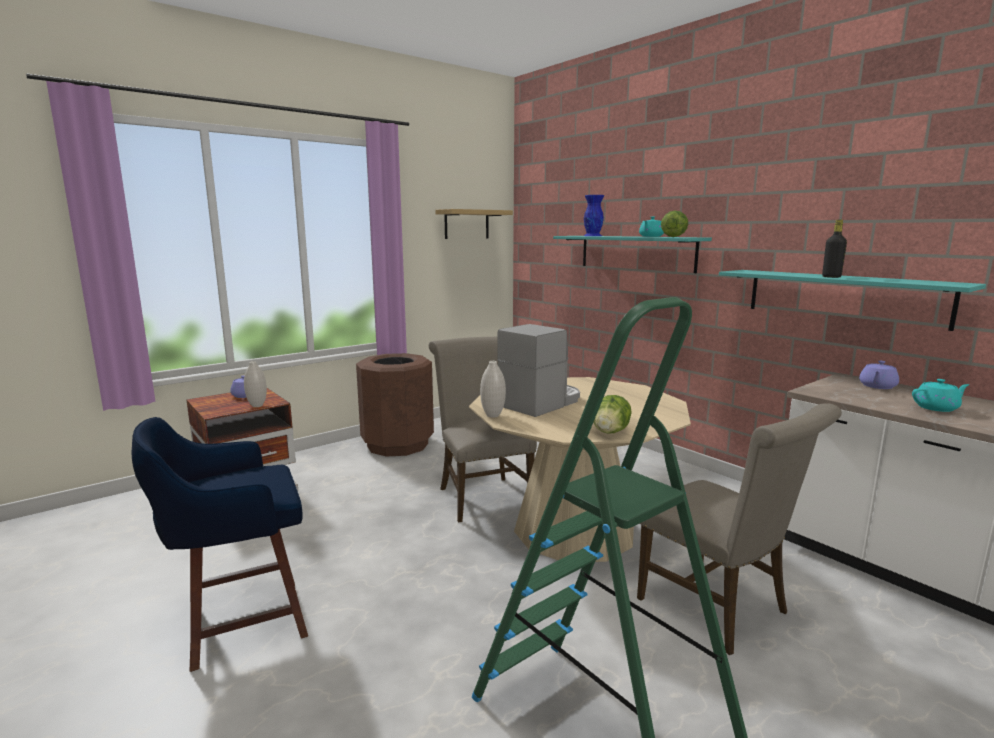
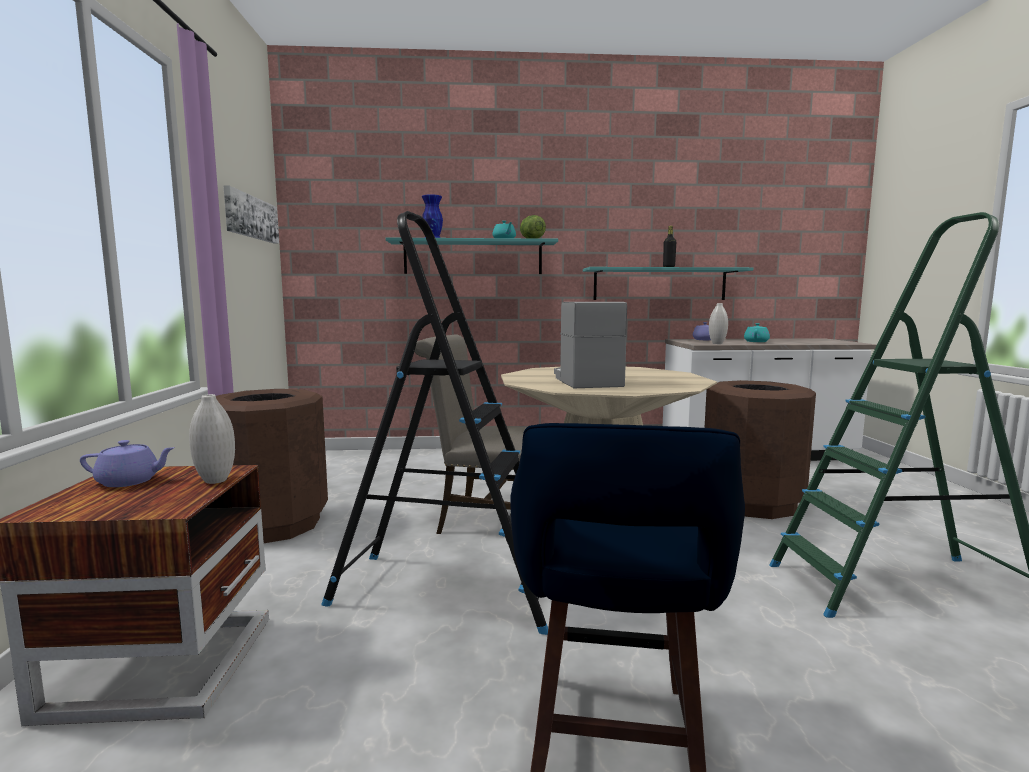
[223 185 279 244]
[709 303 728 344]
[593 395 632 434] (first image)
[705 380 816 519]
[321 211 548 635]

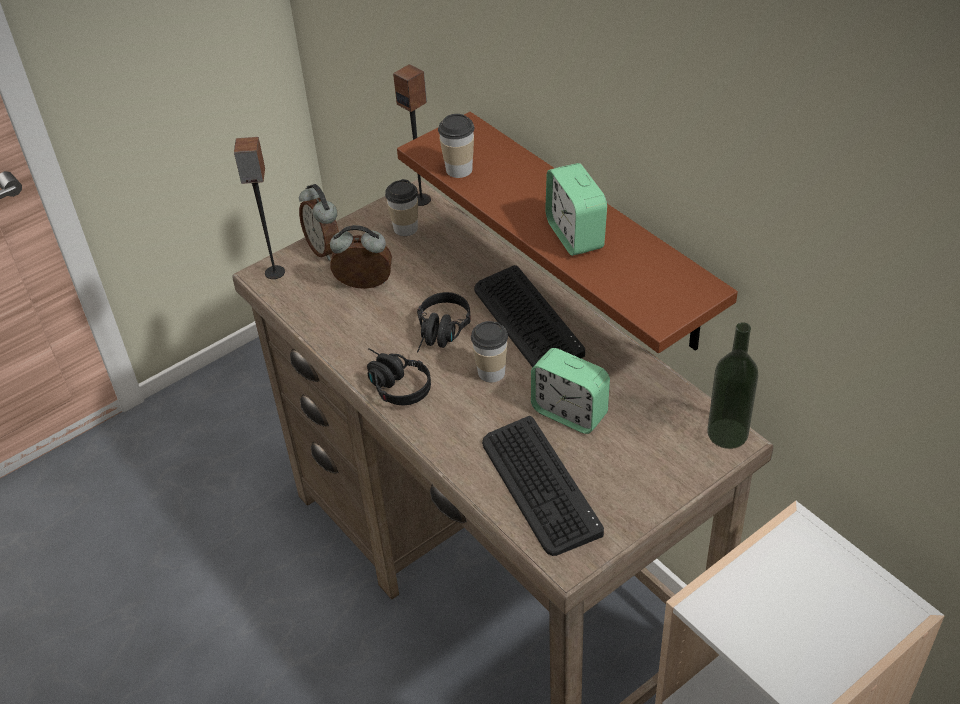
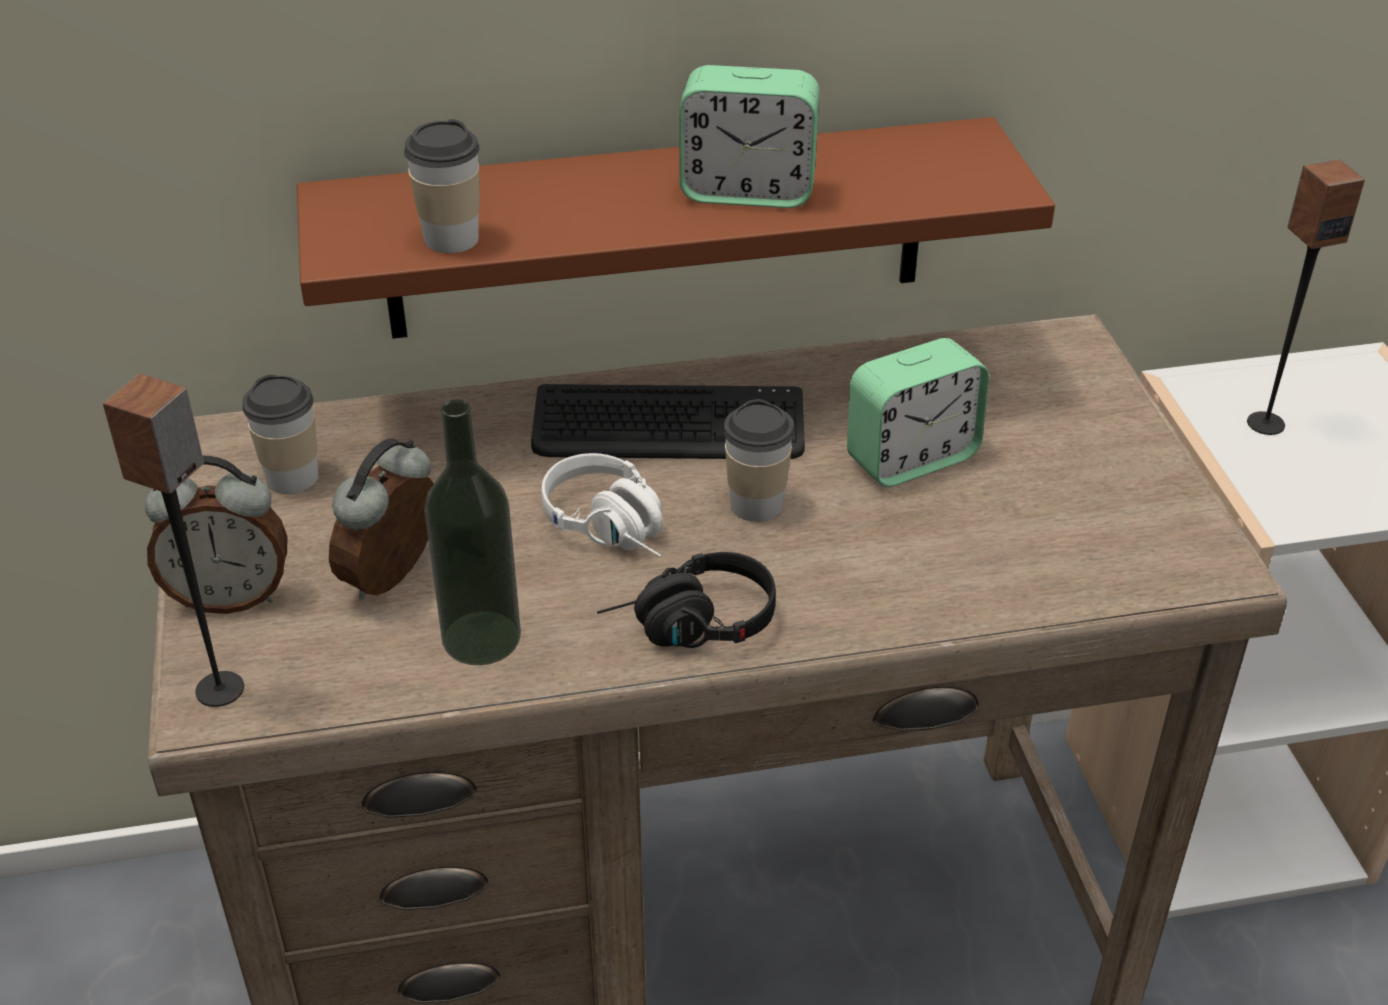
[1247 159 1365 435]
[541 453 663 557]
[482 416 604 556] (first image)
[424 399 521 665]

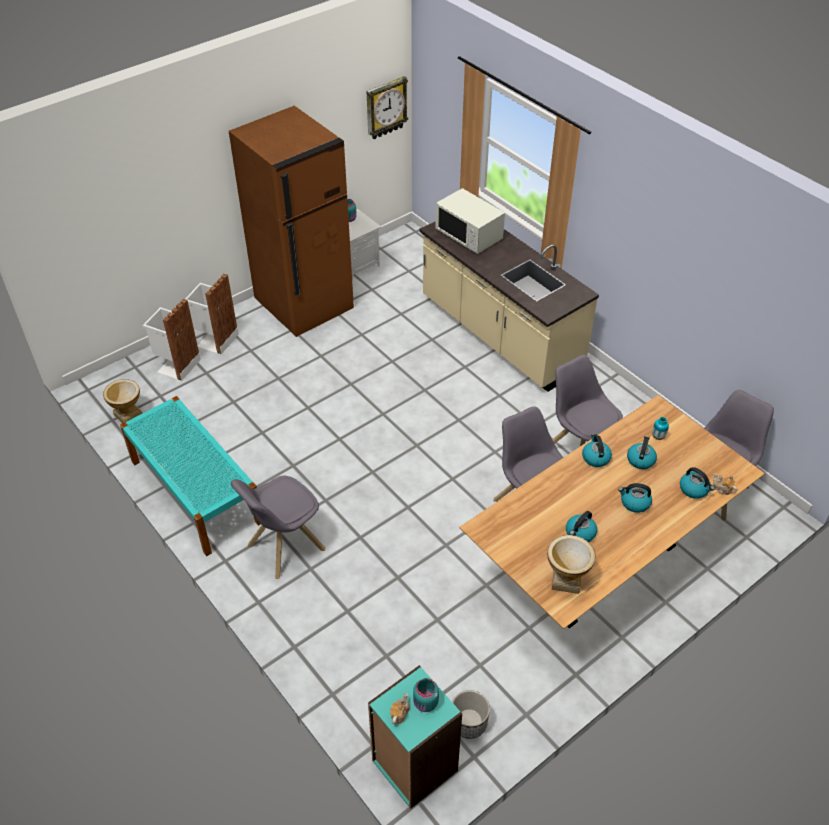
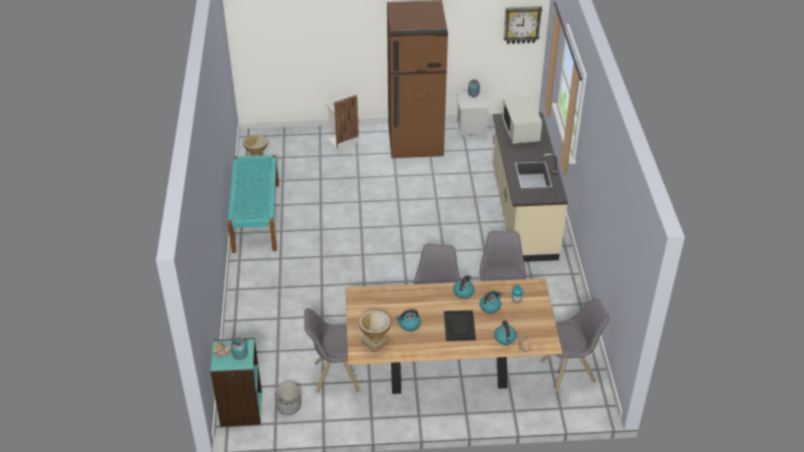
[143 299 201 381] (first image)
[304 308 360 394]
[444 310 476 341]

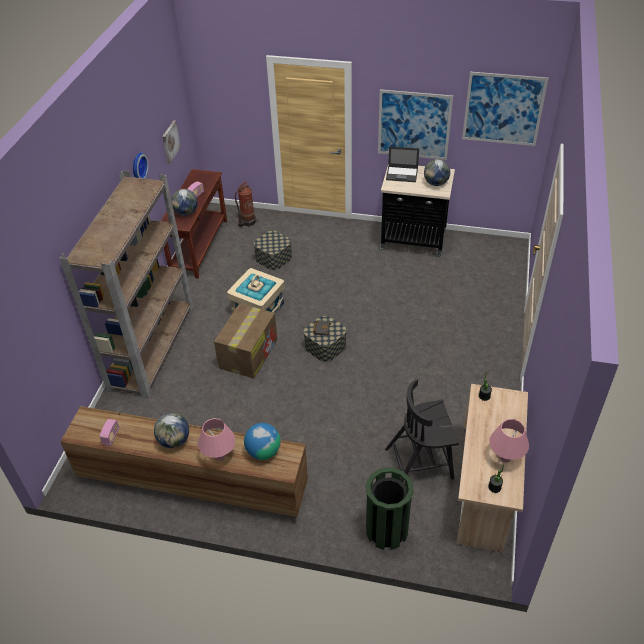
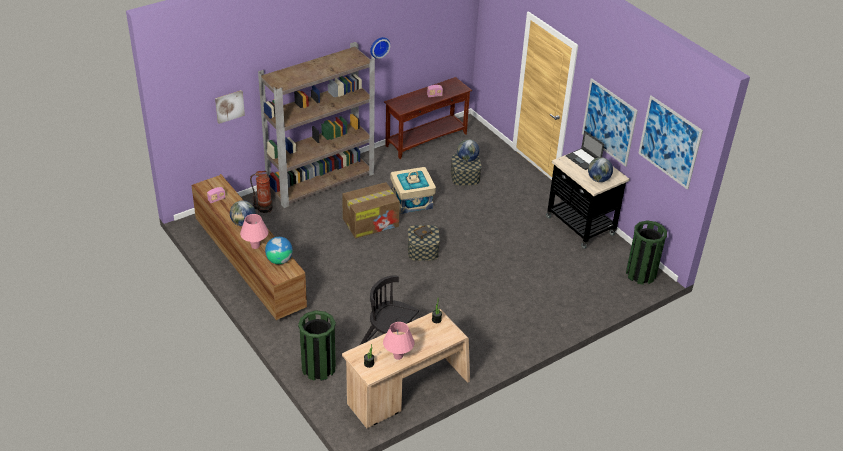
[215 90 245 124]
[457 139 479 162]
[250 171 273 213]
[626 220 667 285]

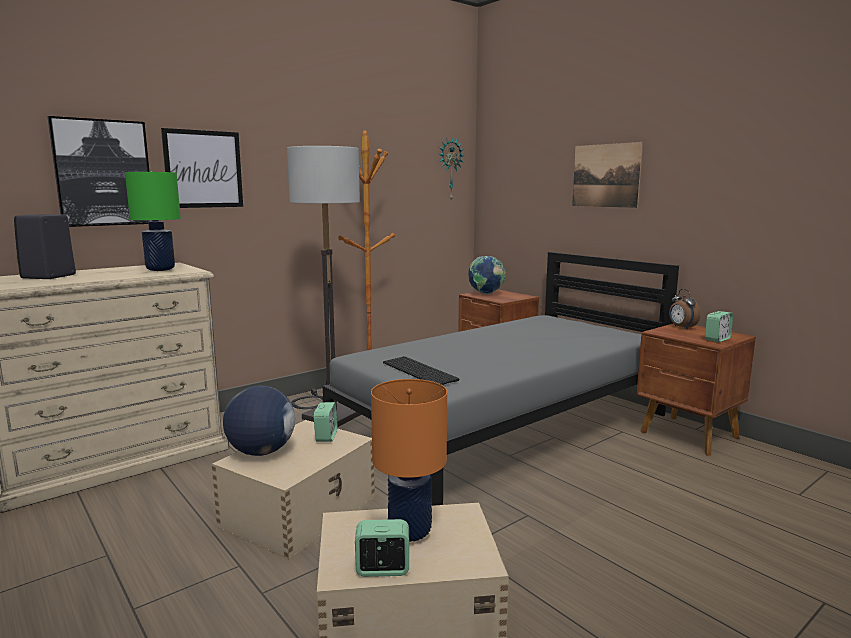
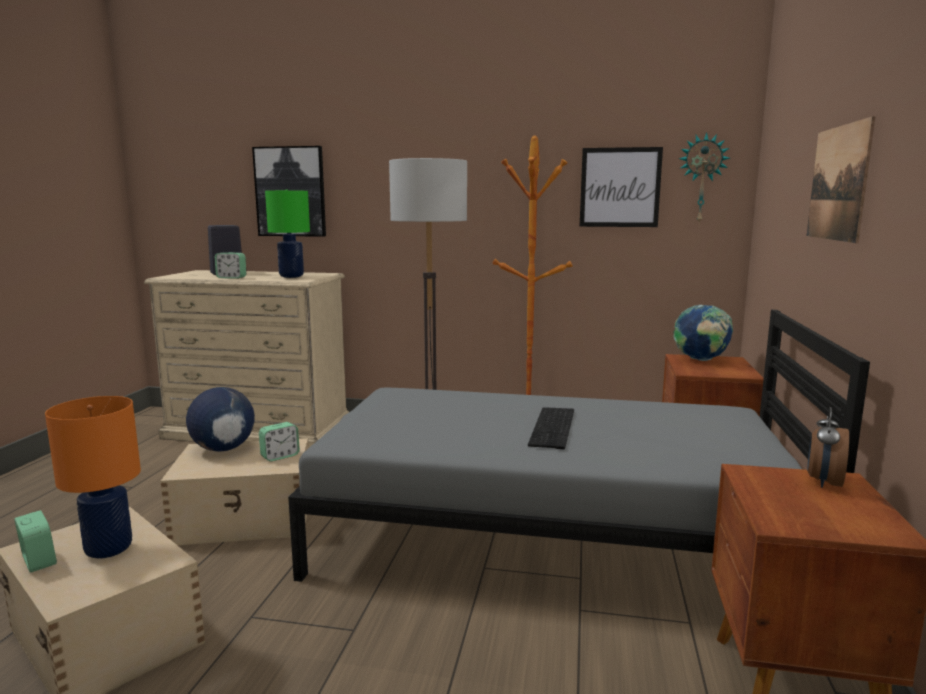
[579 147 663 227]
[528 407 574 449]
[215 252 246 279]

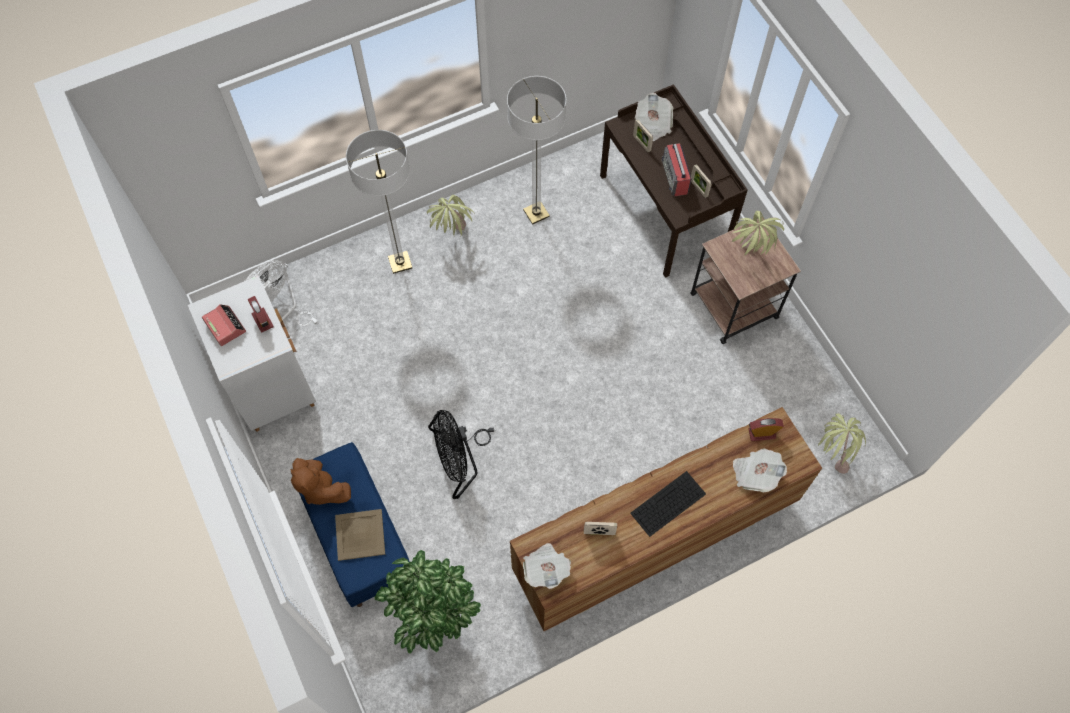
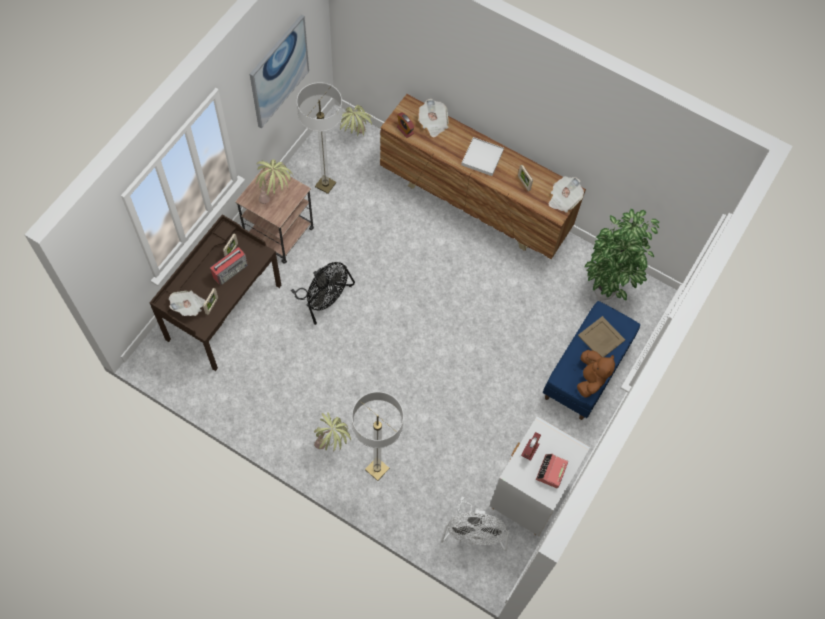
[291 262 355 325]
[297 82 343 194]
[461 137 504 176]
[250 14 309 128]

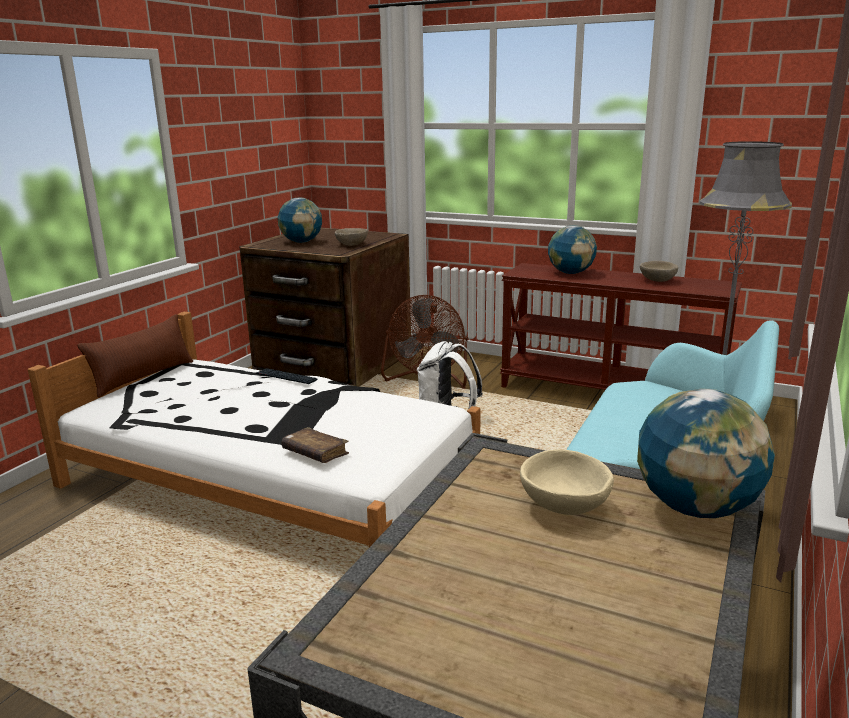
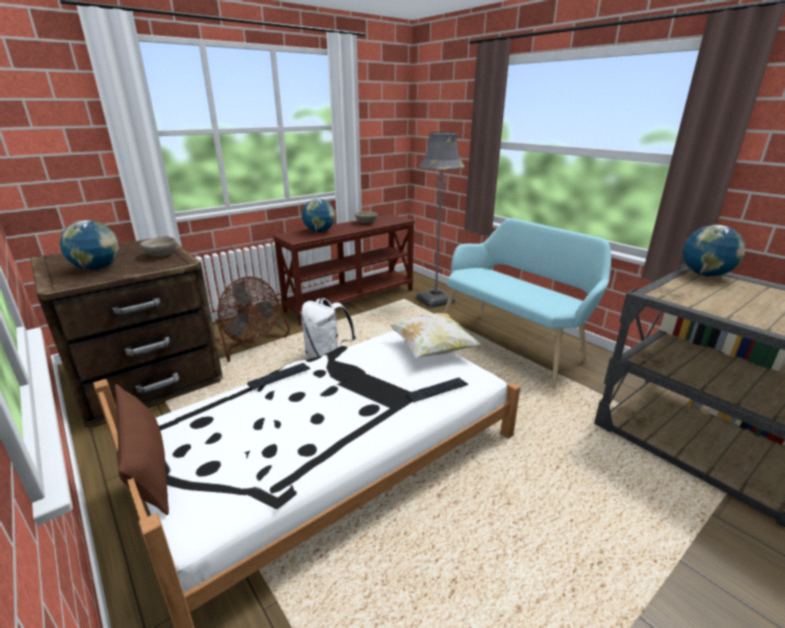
[406 378 468 402]
[520 449 614 515] (first image)
[388 313 482 357]

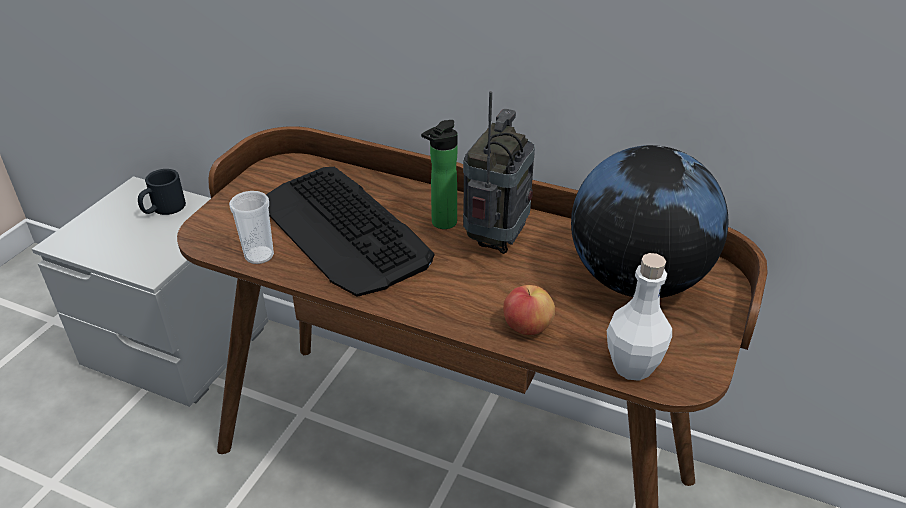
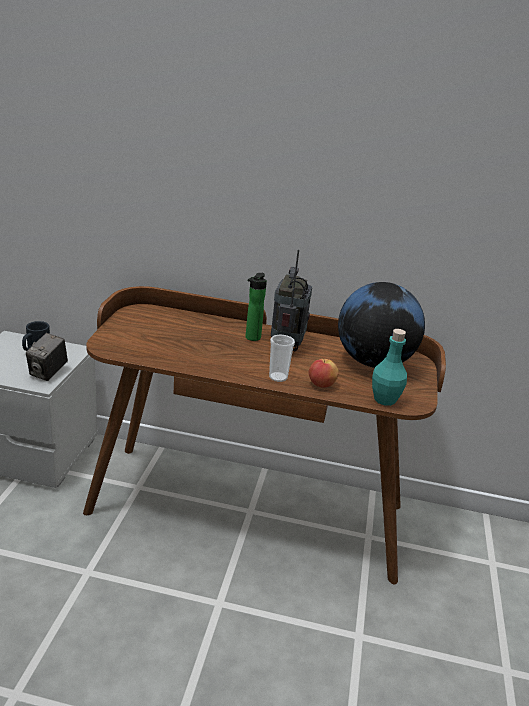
[269 335 295 382]
[266 167 435 297] (first image)
[372 329 407 406]
[26 333 68 381]

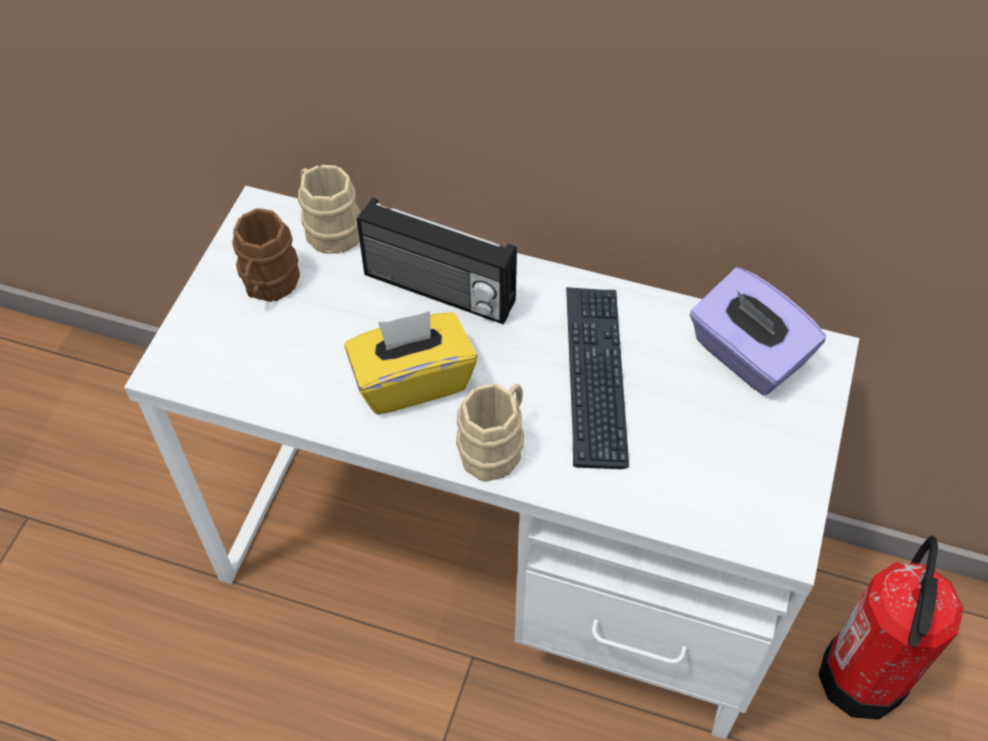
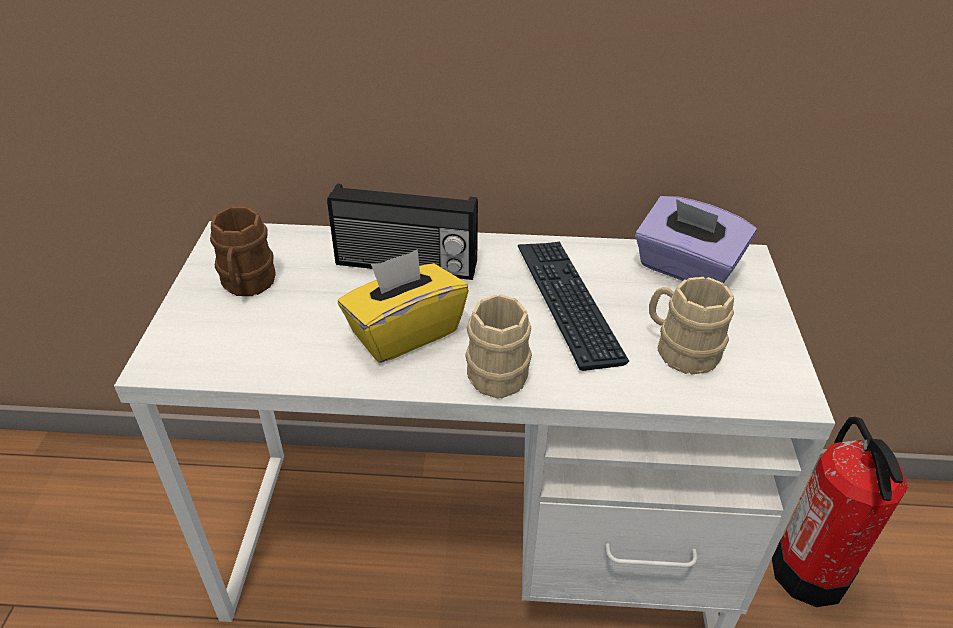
[649 277 734 375]

